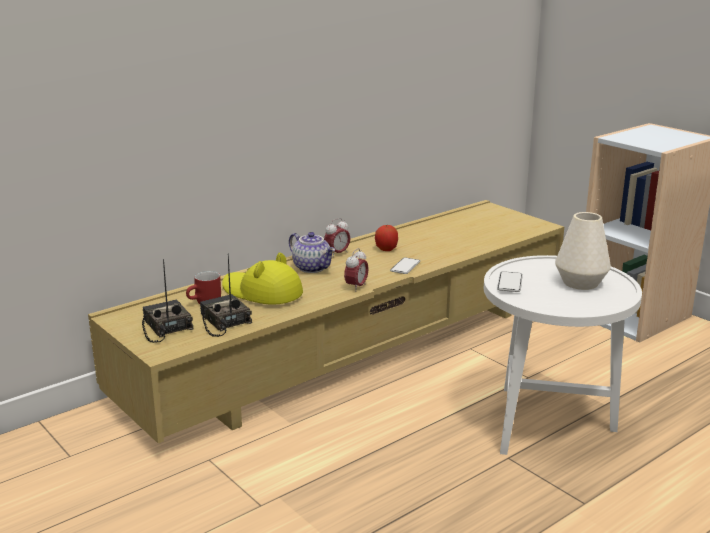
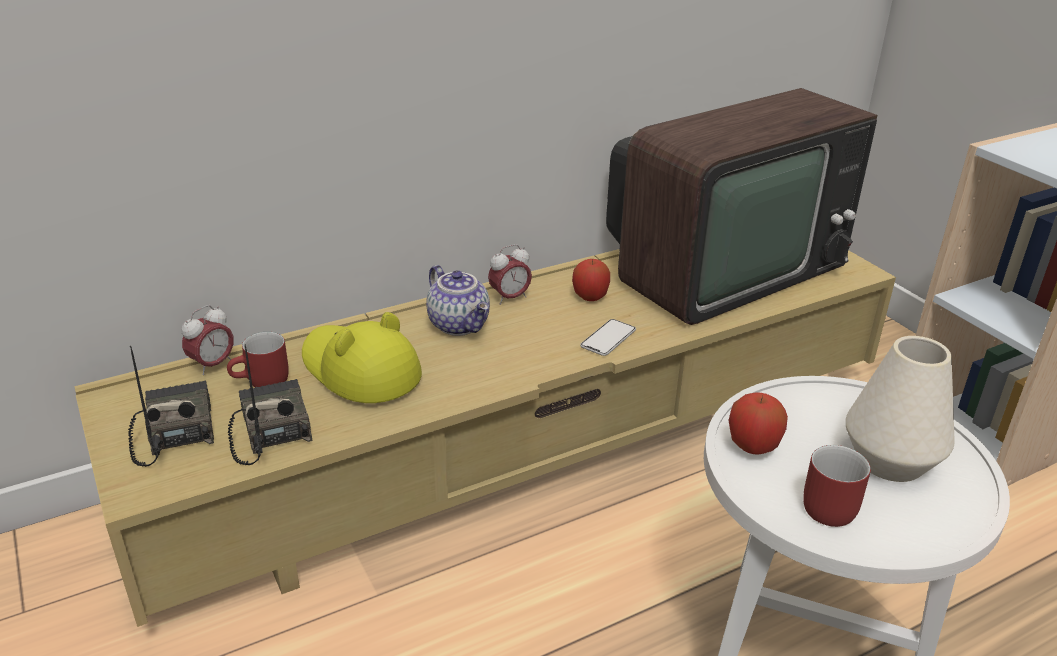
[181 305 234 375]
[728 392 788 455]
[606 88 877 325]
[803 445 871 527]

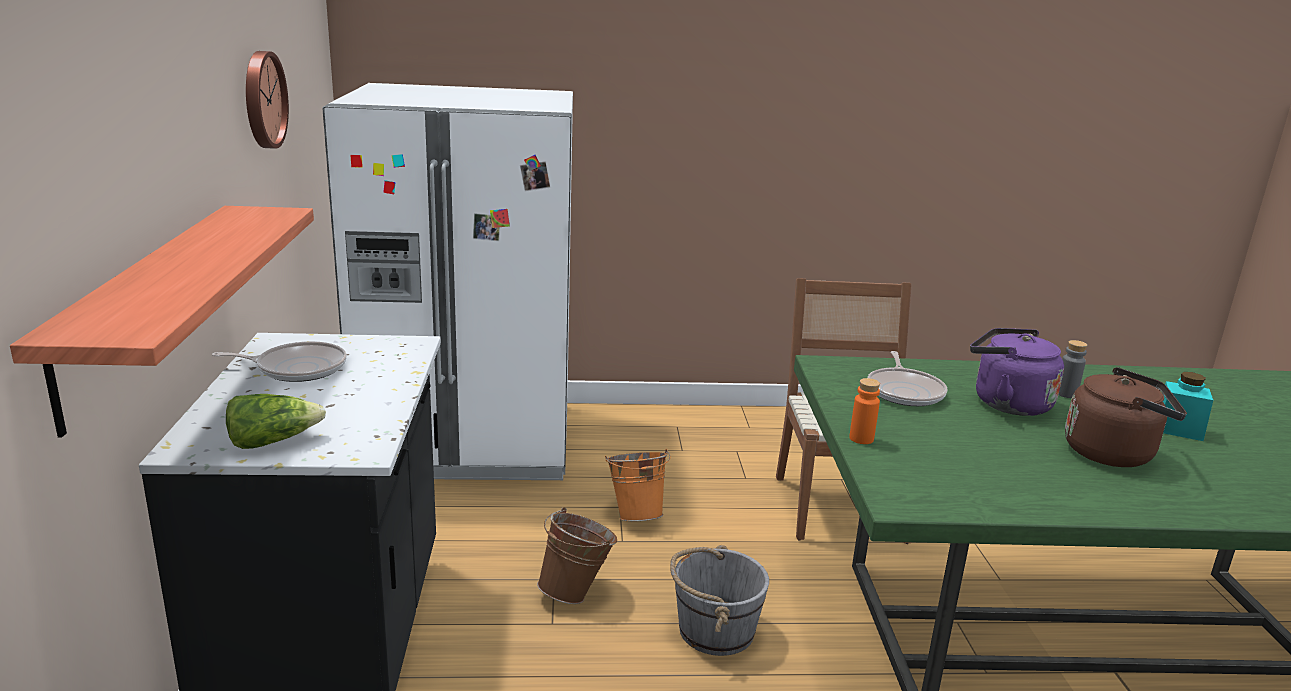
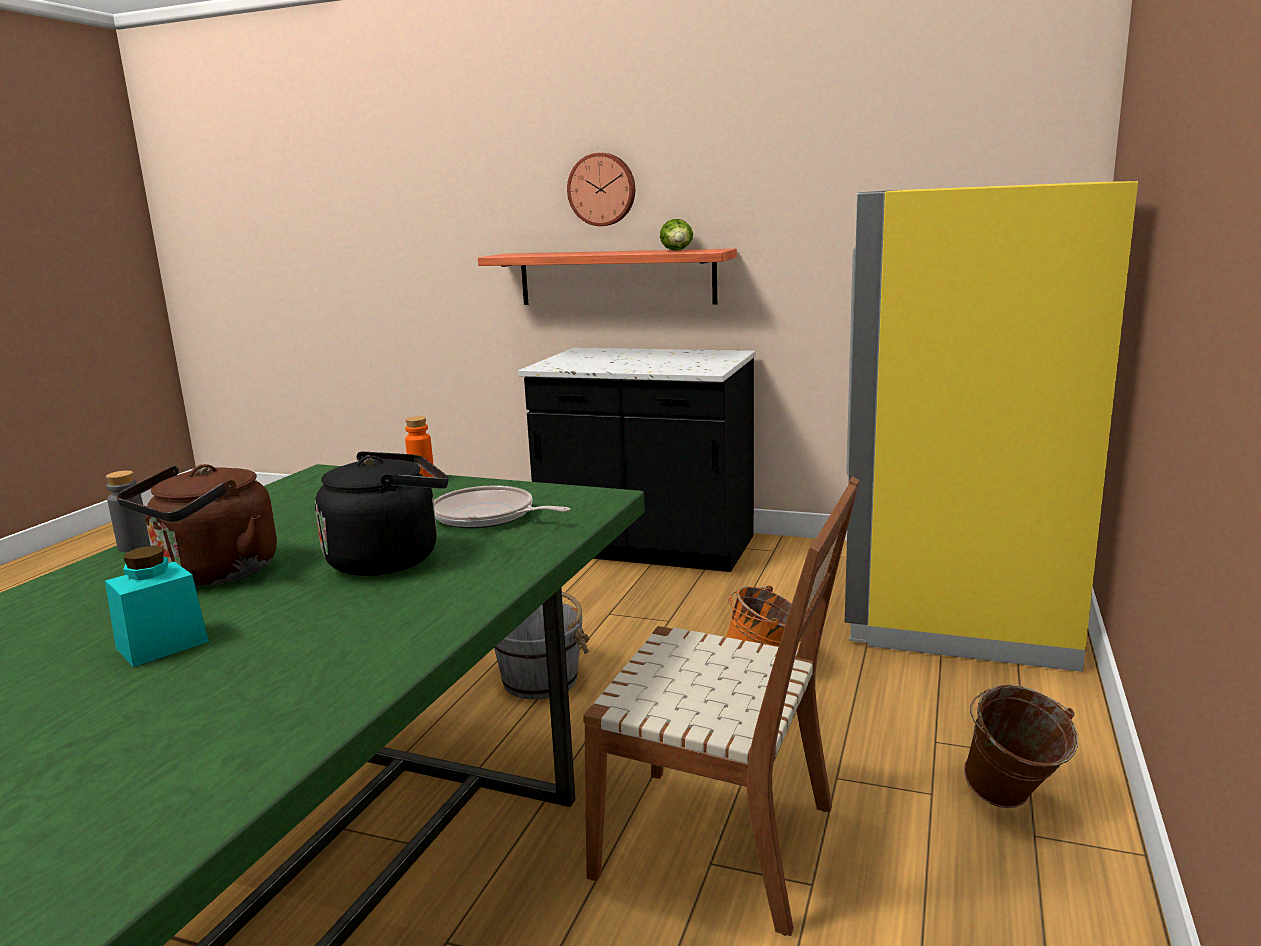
[212 341 347 382] (first image)
[660 219 693 250]
[567 152 635 226]
[845 181 1138 672]
[964 685 1078 808]
[315 452 448 576]
[106 470 150 552]

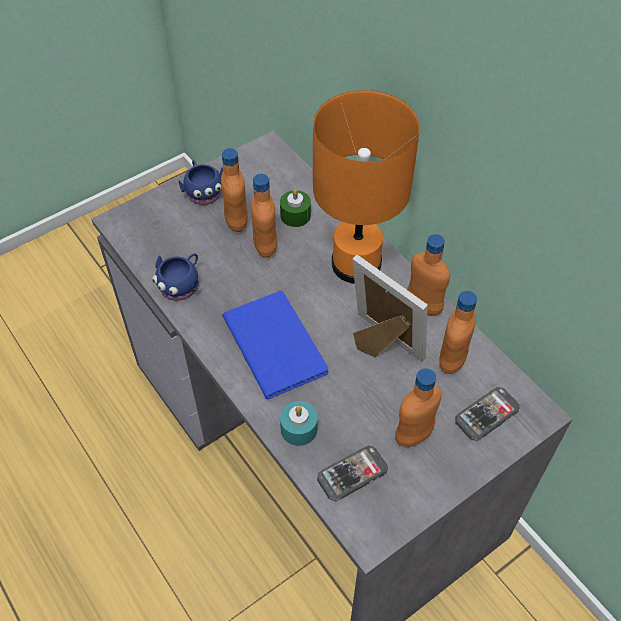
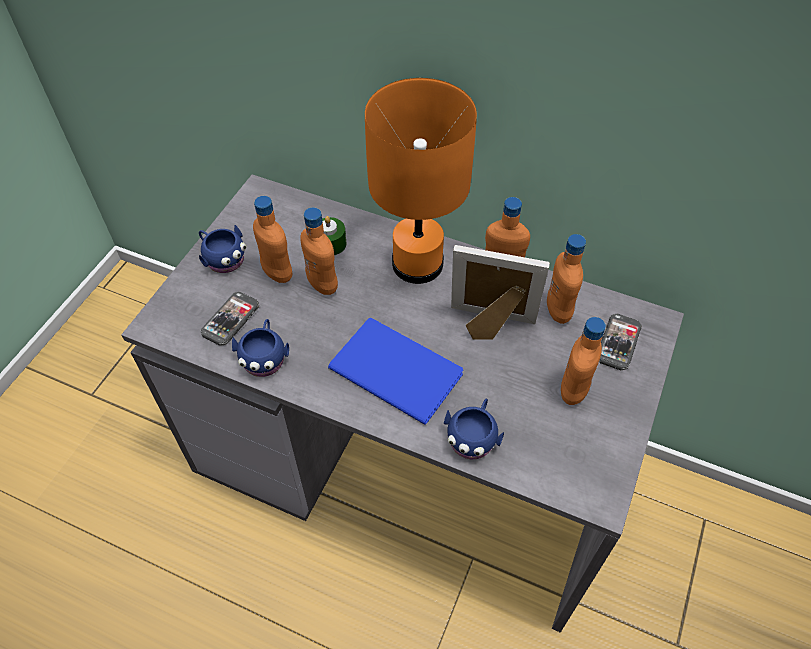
[444 399 504 459]
[201 292 259 346]

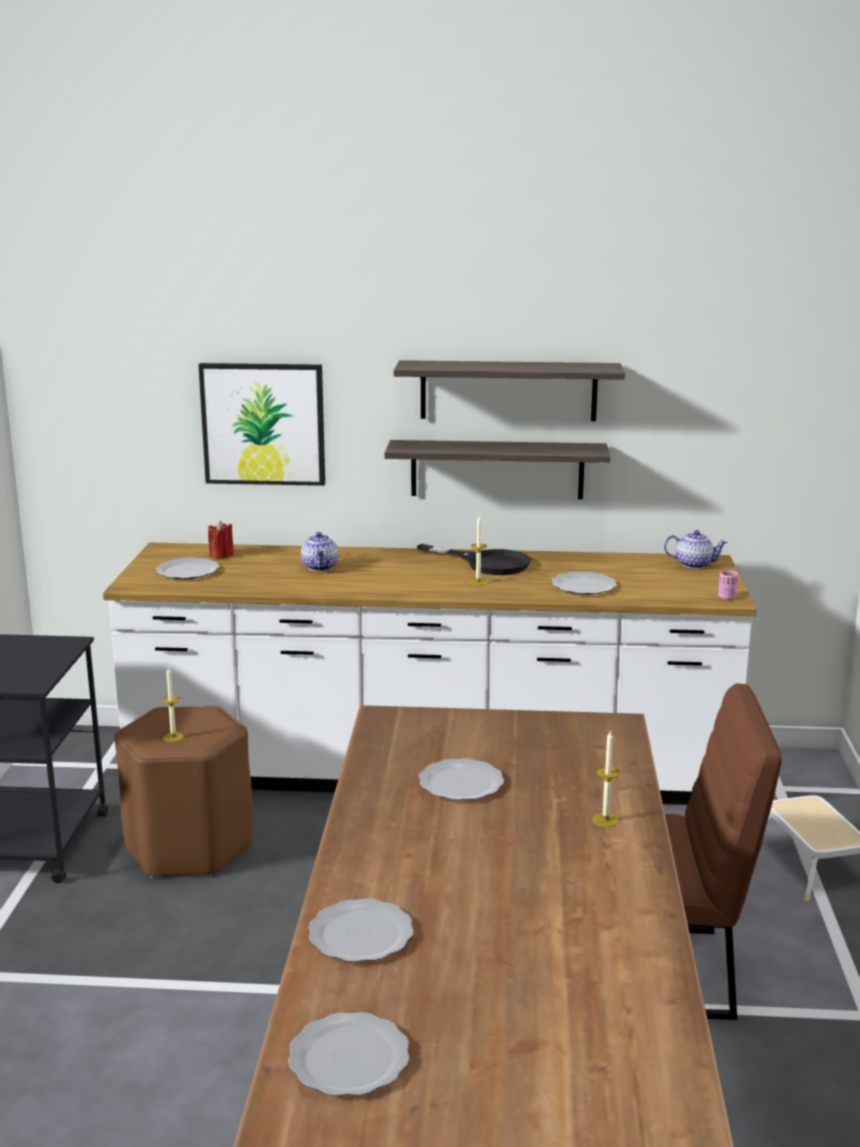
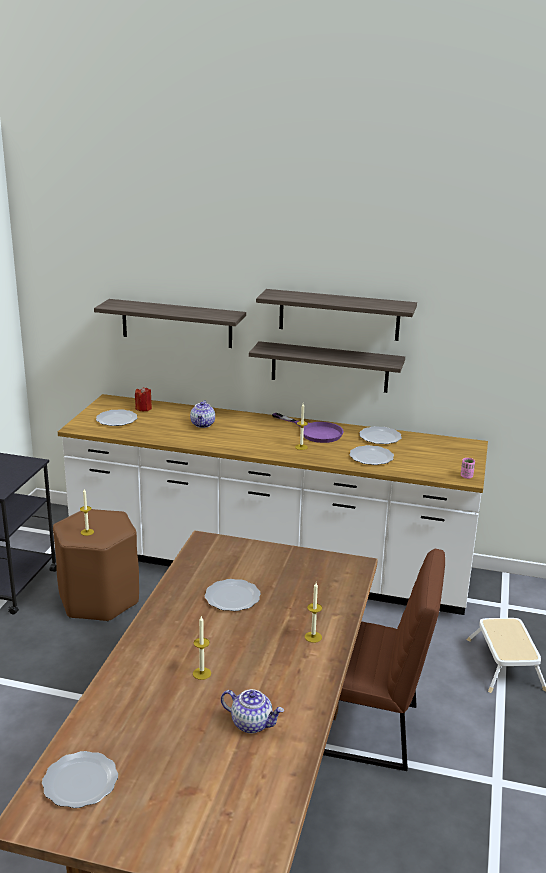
[94 299 246 348]
[359 426 402 444]
[272 413 344 443]
[221 689 284 734]
[193 616 211 680]

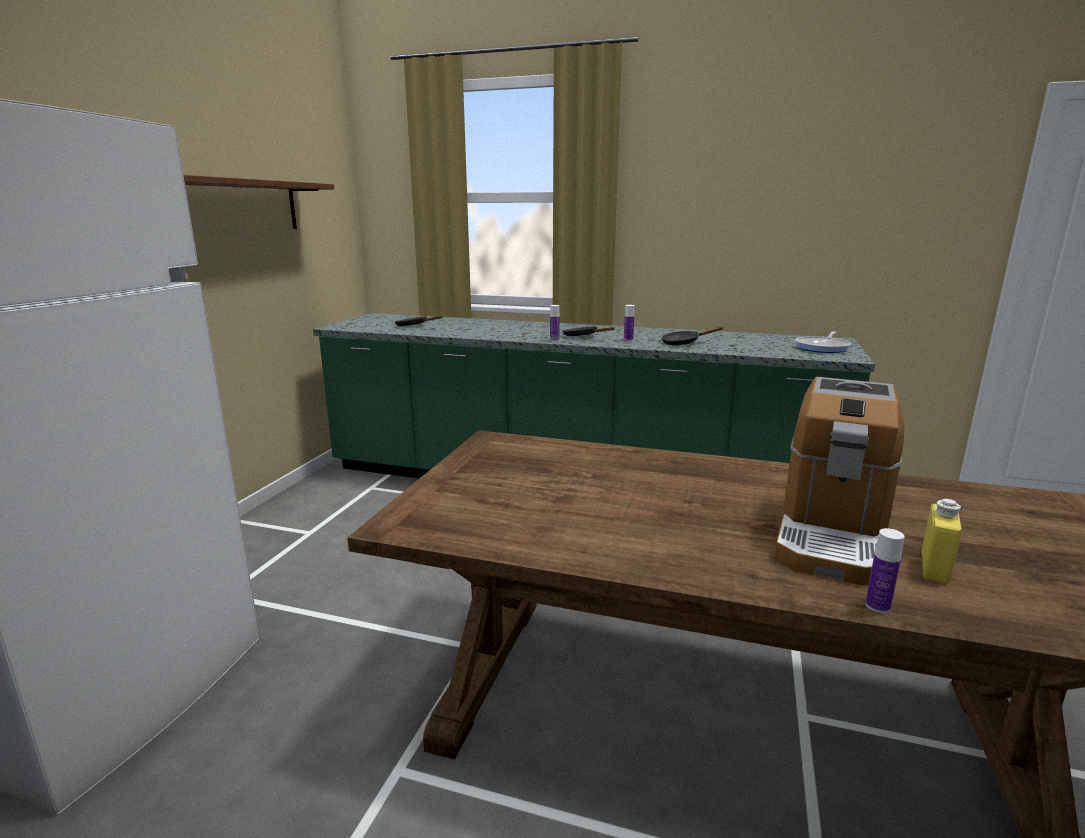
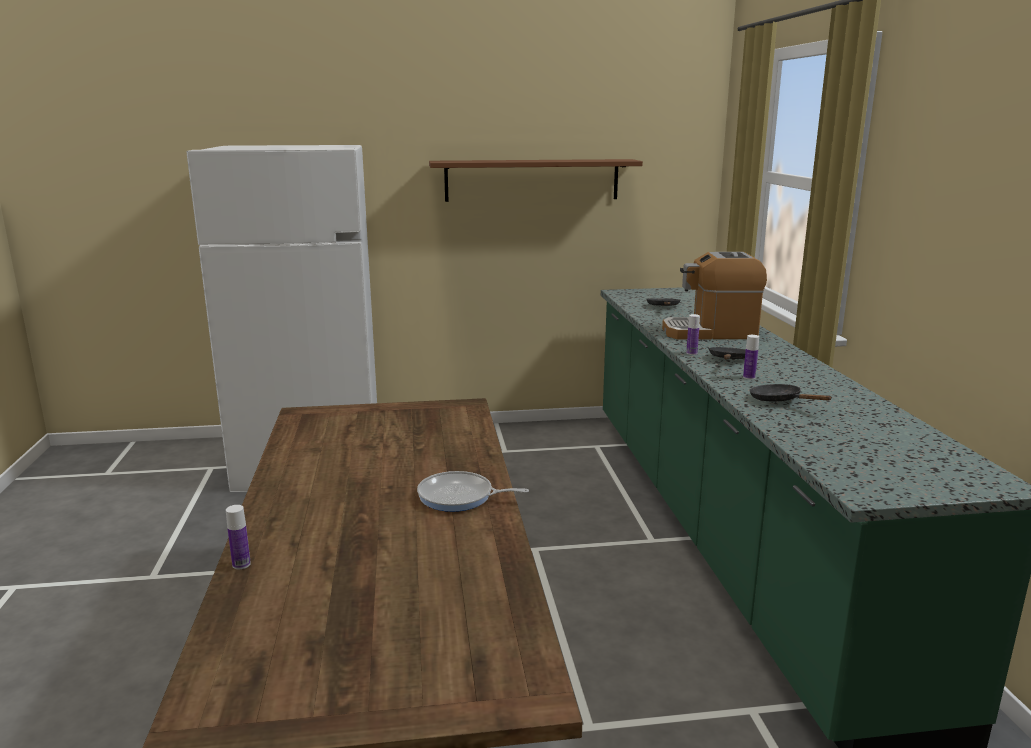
[662 252 767 339]
[417 471 529 512]
[921 499 962 584] (first image)

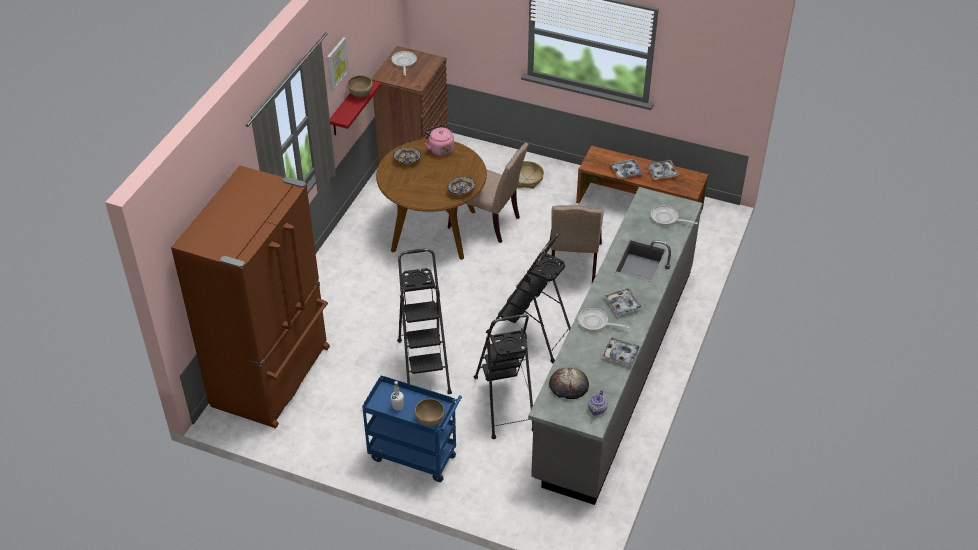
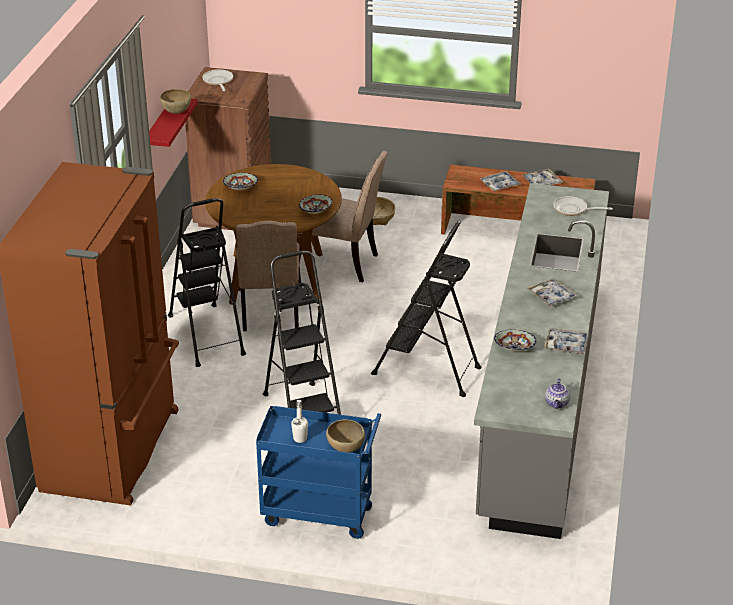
[327 37 349 91] (first image)
[425 124 454 156] (first image)
[168 198 246 367]
[549 368 589 399] (first image)
[235 221 302 331]
[578 308 629 331] (first image)
[494 329 536 352]

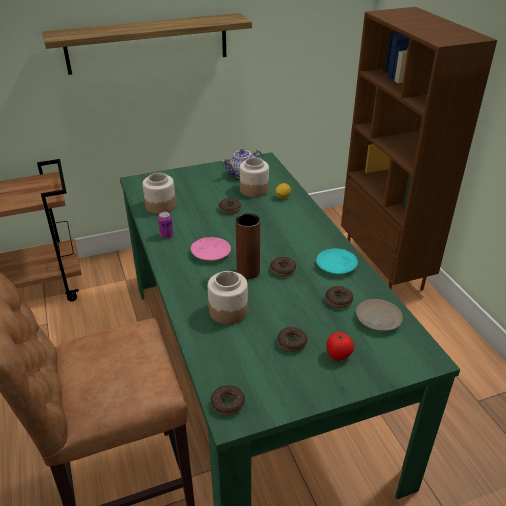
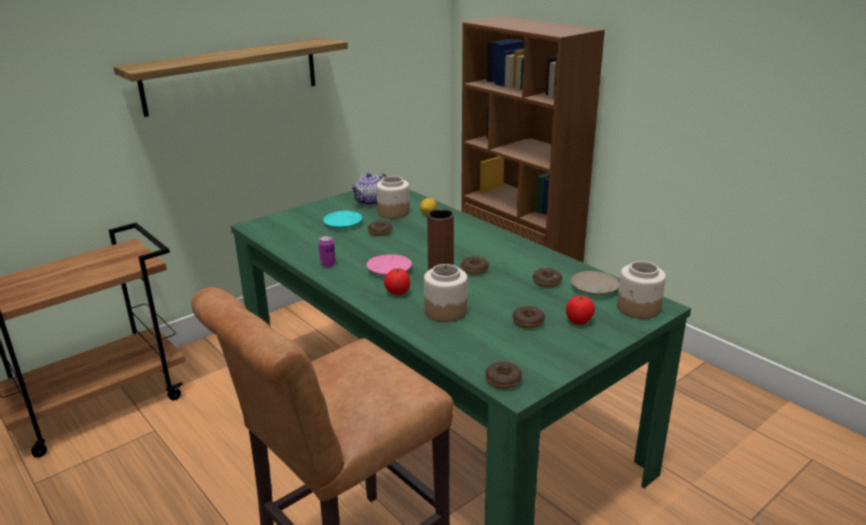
[617 261 666 319]
[323 211 362 228]
[384 268 410 295]

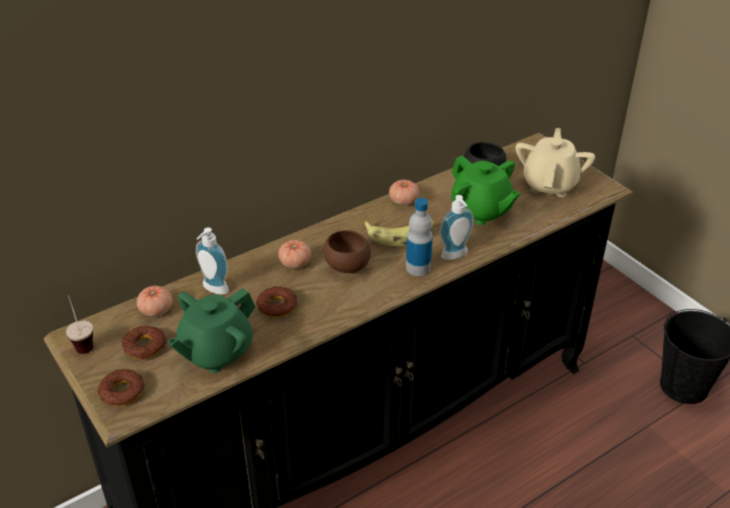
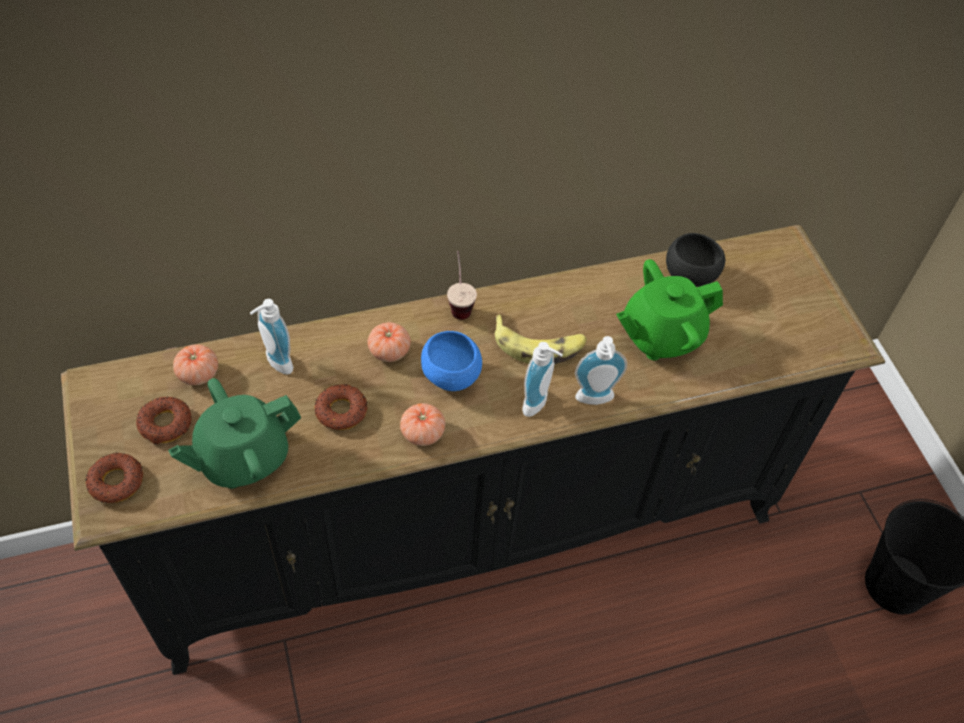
[447 251 477 320]
[421 331 482 391]
[400 403 445 446]
[522 342 563 417]
[616 259 723 360]
[515 128 595 197] (first image)

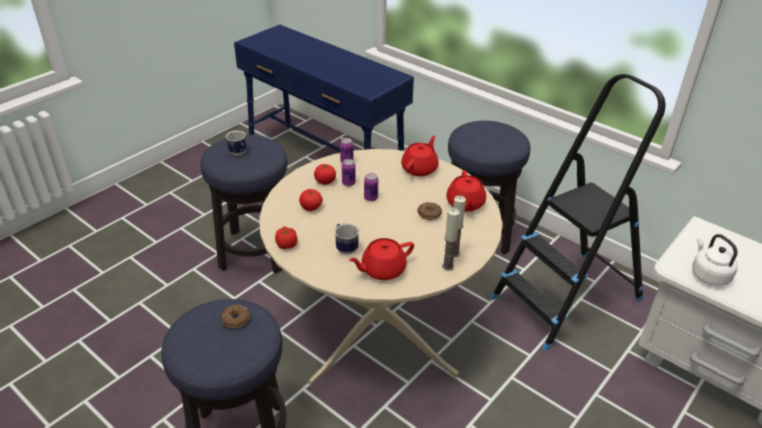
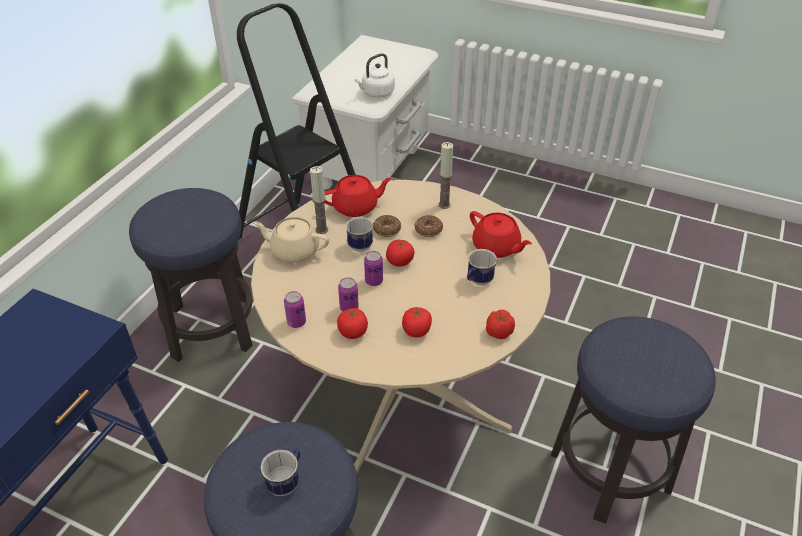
[414 215 443 237]
[253 217 329 263]
[310 166 328 234]
[346 216 373 252]
[386 240 414 267]

